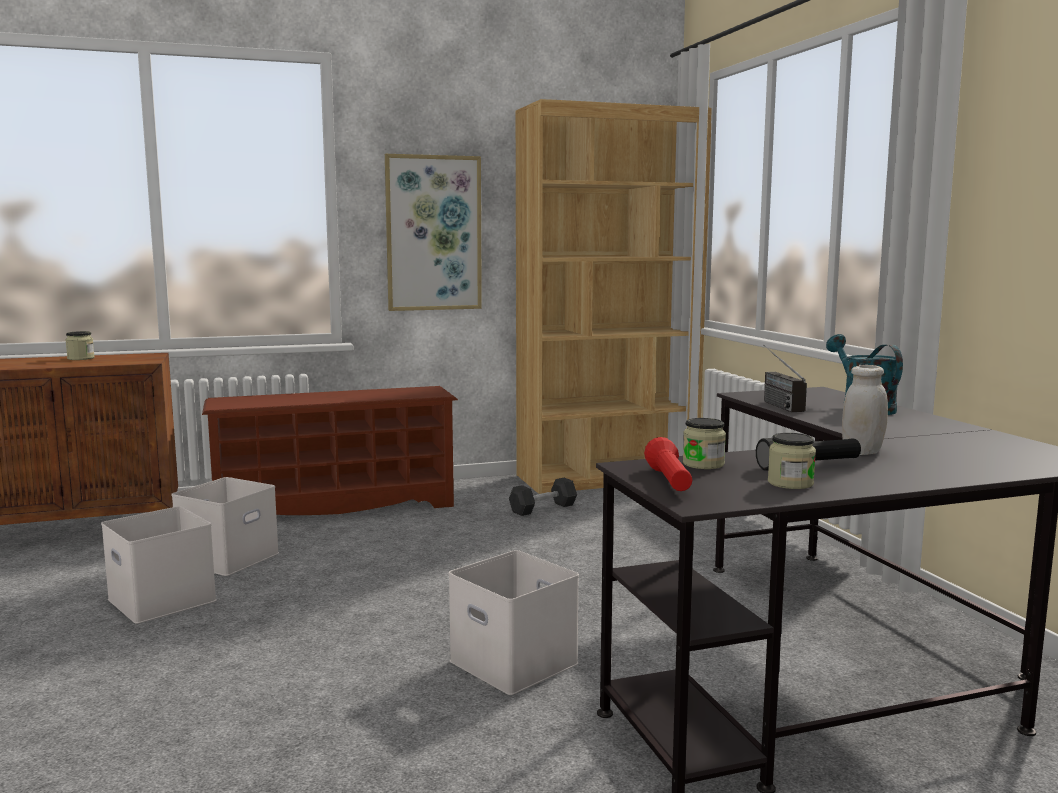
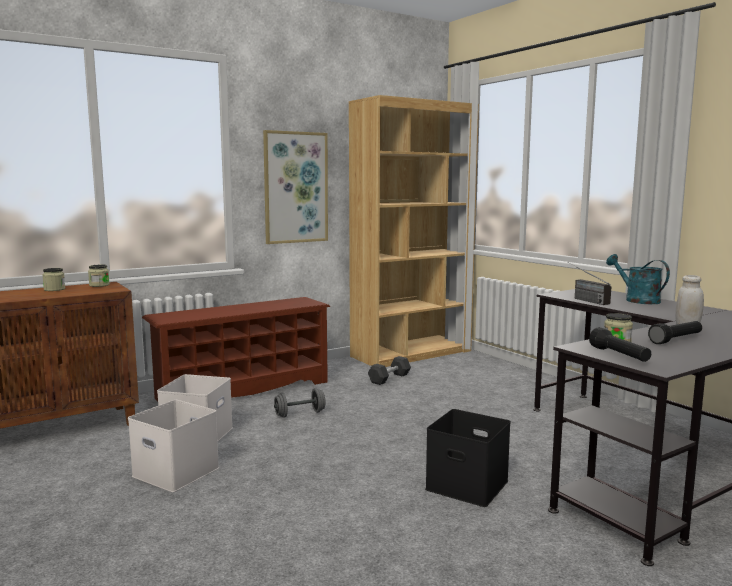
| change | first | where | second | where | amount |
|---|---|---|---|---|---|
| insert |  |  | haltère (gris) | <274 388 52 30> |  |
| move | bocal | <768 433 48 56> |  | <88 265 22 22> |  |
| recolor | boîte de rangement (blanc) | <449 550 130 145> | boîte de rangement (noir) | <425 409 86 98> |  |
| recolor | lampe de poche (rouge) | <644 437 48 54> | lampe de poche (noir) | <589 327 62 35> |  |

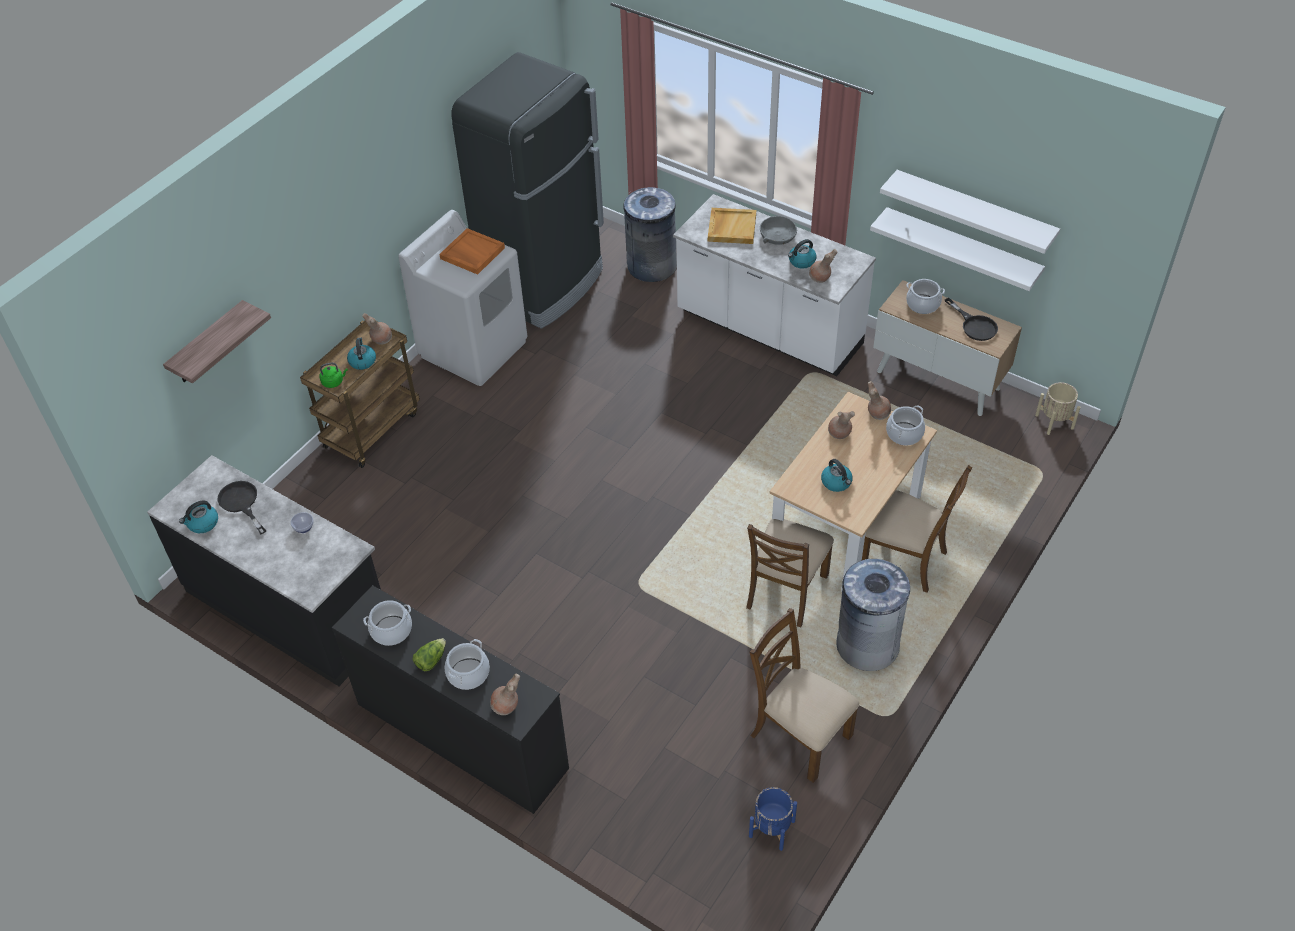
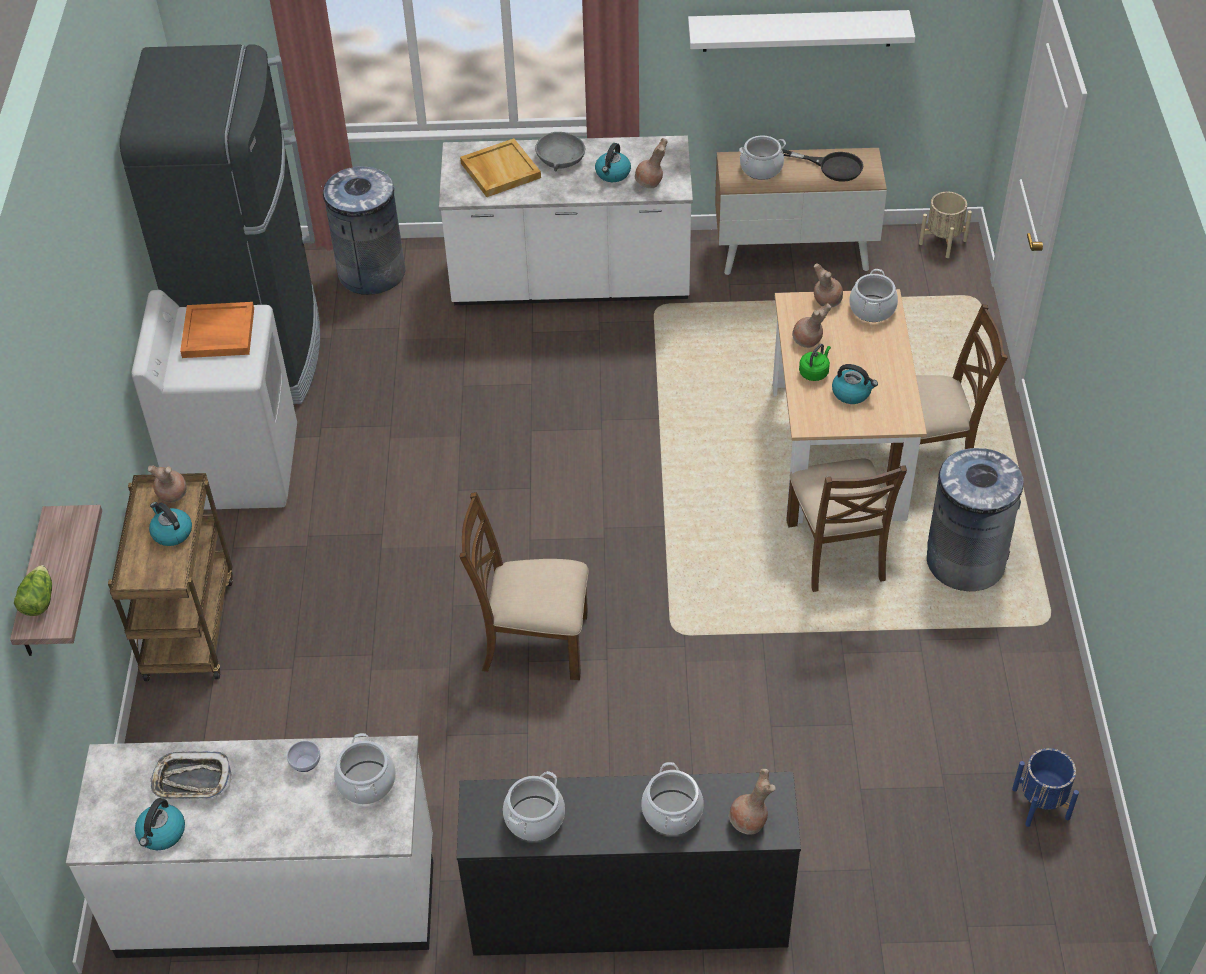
| change | first | where | second | where | amount |
|---|---|---|---|---|---|
| delete | étagère (blanc) | <870 207 175 84> |  |  |  |
| insert |  |  | marmite | <334 733 62 71> |  |
| move | bouilloire (vert) | <319 362 29 26> |  | <799 344 32 37> |  |
| move | laitue | <412 638 34 33> |  | <14 565 38 51> |  |
| move | chaise (marron) | <750 608 109 175> |  | <459 492 129 188> |  |
| replace | poêle (noir) | <217 481 49 53> | plateau | <150 751 82 48> |  |
| recolor | comptoir de cuisine (noir) | <147 455 234 231> | comptoir de cuisine (blanc) | <66 736 367 222> |  |

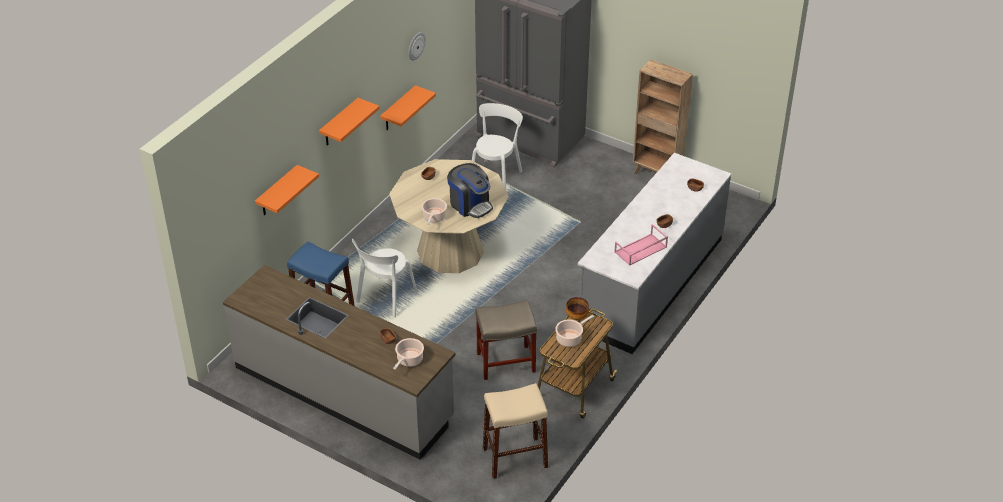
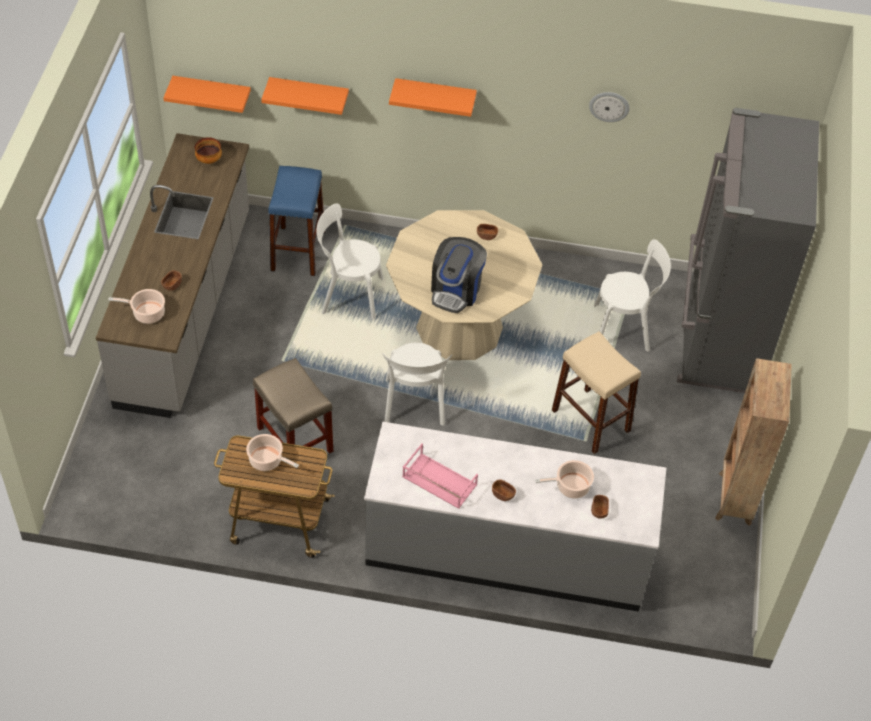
| change | first | where | second | where | amount |
|---|---|---|---|---|---|
| insert |  |  | chaise (blanc) | <382 343 70 83> |  |
| move | étagère (orange) | <380 85 56 45> |  | <163 76 88 37> |  |
| move | marmite | <422 198 25 26> |  | <535 460 59 39> |  |
| move | tabouret (beige) | <483 383 65 96> |  | <552 331 89 123> |  |
| move | bol | <566 297 23 23> |  | <195 137 27 27> |  |

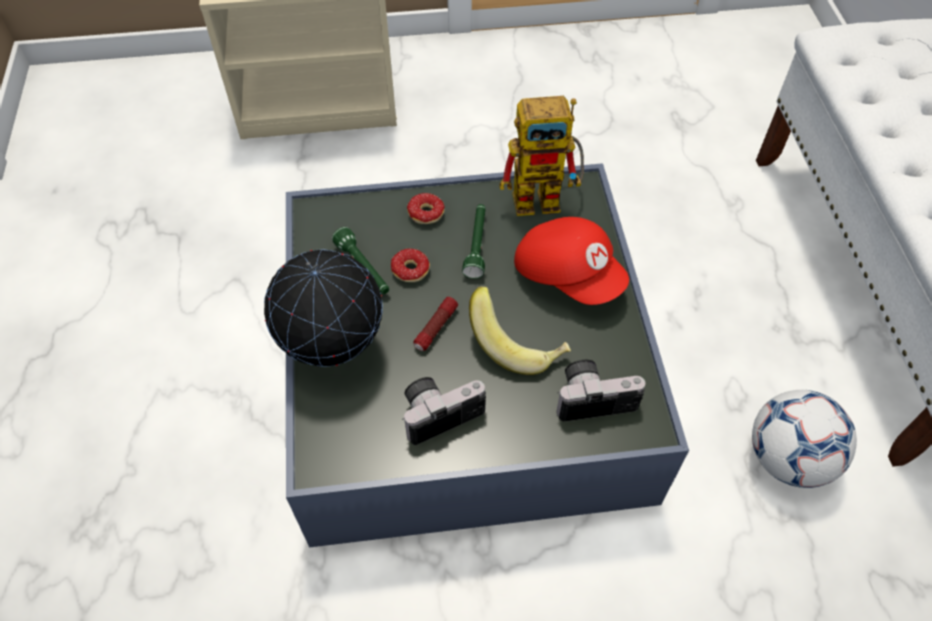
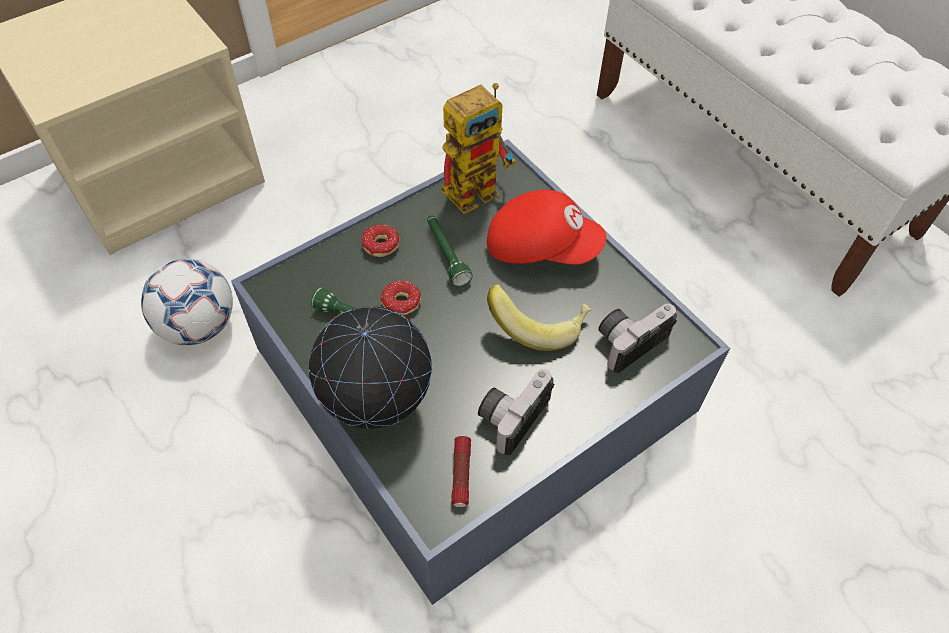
| change | first | where | second | where | amount |
|---|---|---|---|---|---|
| move | lampe de poche | <413 297 45 54> |  | <451 436 20 71> |  |
| move | ballon de foot | <752 390 105 98> |  | <141 259 92 86> |  |

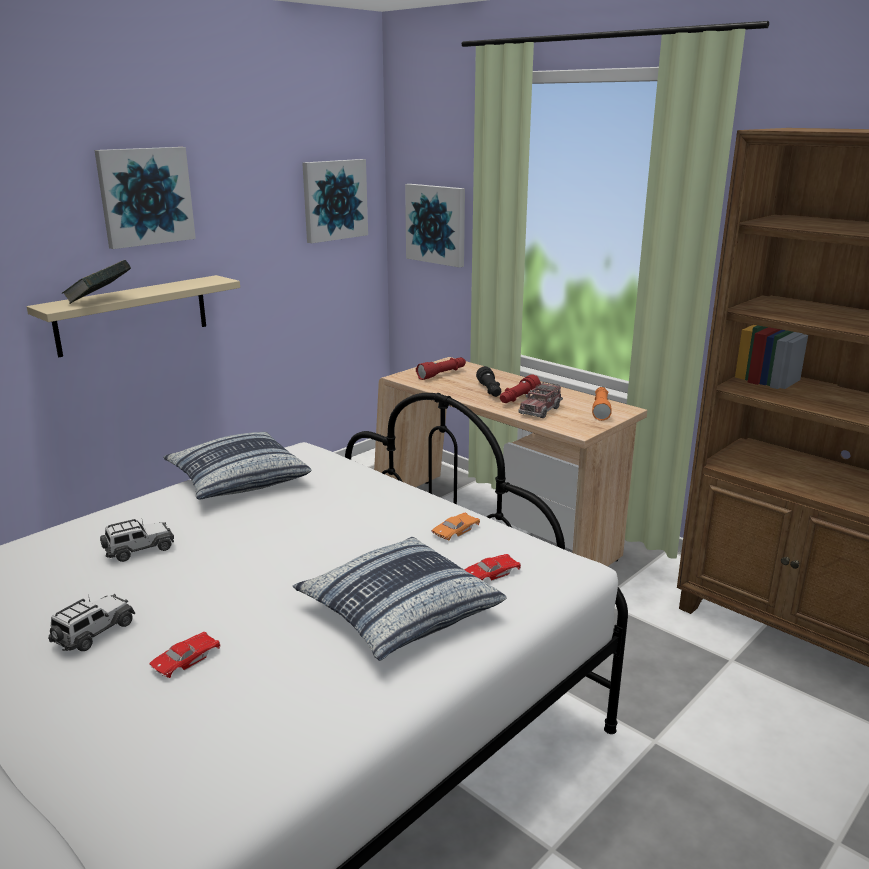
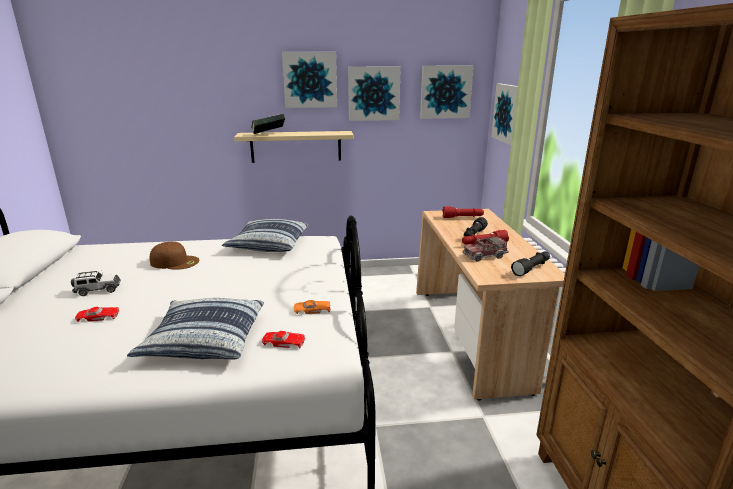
| change | first | where | second | where | amount |
|---|---|---|---|---|---|
| insert |  |  | tableau | <348 67 53 54> |  |
| replace | petite voiture | <100 519 74 43> | casquette (marron) | <150 242 49 28> |  |
| recolor | lampe de poche (orange) | <592 387 20 34> | lampe de poche (noir) | <511 251 39 25> |  |

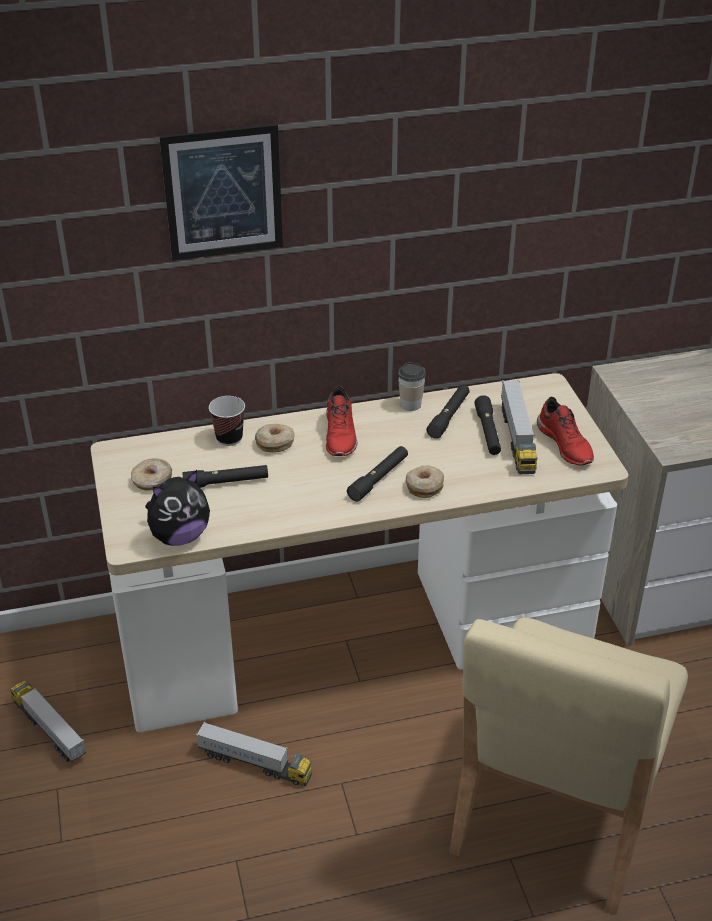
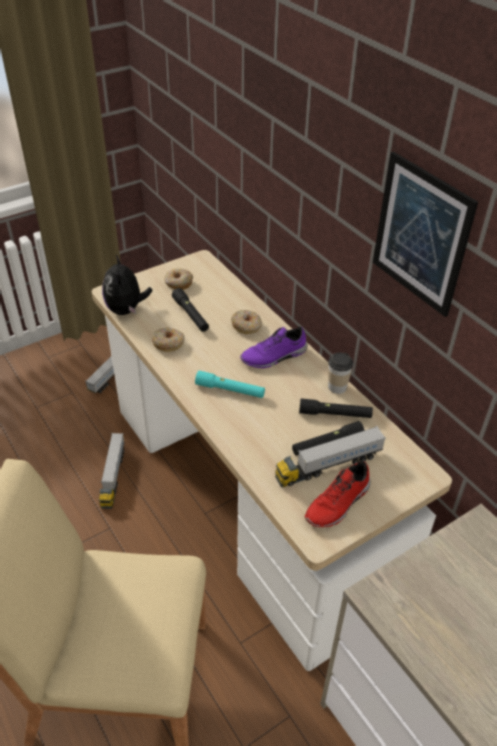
| change | first | where | second | where | amount |
|---|---|---|---|---|---|
| delete | tasse | <209 396 36 50> |  |  |  |
| move | tableau | <159 124 124 136> |  | <373 151 105 166> |  |
| move | beignet | <406 466 38 32> |  | <152 327 33 25> |  |
| recolor | chaussure (rouge) | <326 386 31 70> | chaussure (violet) | <240 327 68 41> |  |
| recolor | lampe de poche (noir) | <347 446 61 56> | lampe de poche (turquoise) | <195 371 70 27> |  |
| rotate | peluche | <145 470 65 76> |  | <102 255 50 60> | 45 degrees clockwise |

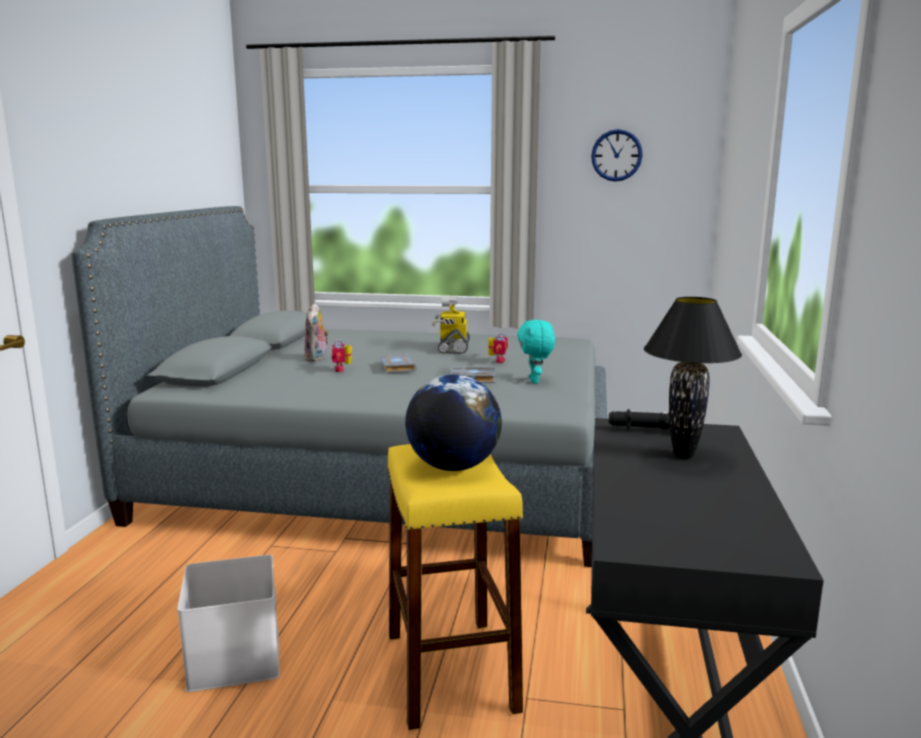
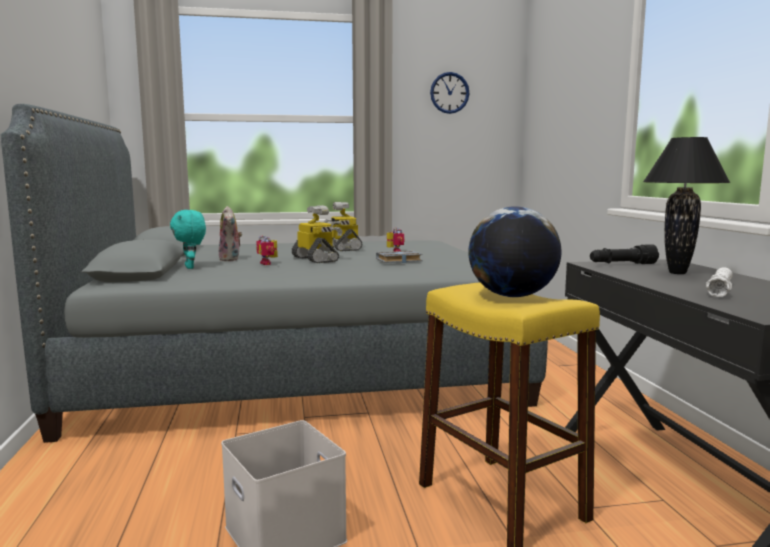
| change | first | where | second | where | amount |
|---|---|---|---|---|---|
| insert |  |  | lampe de poche (blanc) | <706 267 27 30> |  |
| move | peluche (turquoise) | <517 320 38 64> |  | <170 210 36 59> |  |
| replace | livre (gris) | <379 354 38 19> | robot jouet | <292 205 51 58> |  |

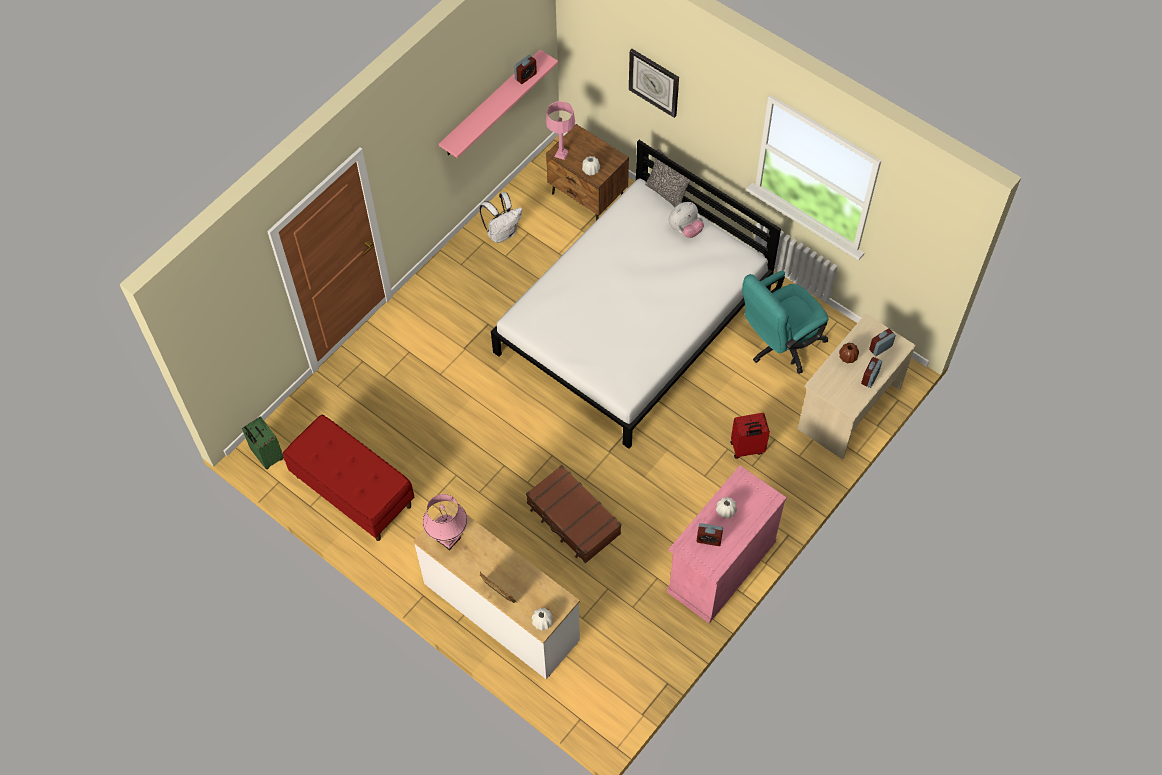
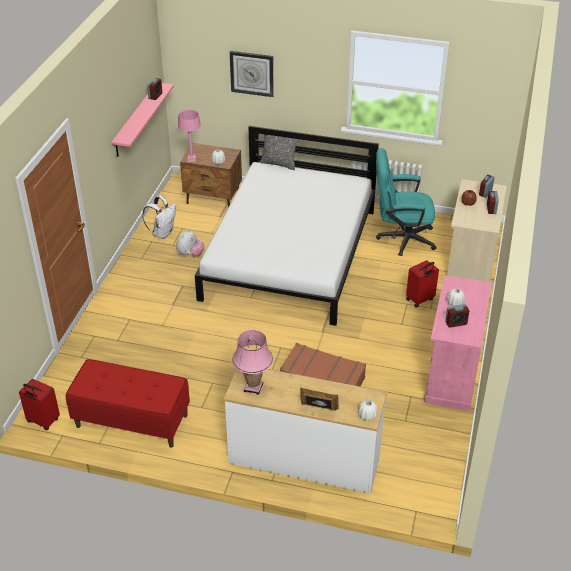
| change | first | where | second | where | amount |
|---|---|---|---|---|---|
| move | peluche | <668 202 36 36> |  | <176 229 28 28> |  |
| recolor | valise (vert) | <242 417 42 52> | valise (rouge) | <19 379 41 51> |  |
| rotate | chaise de bureau (turquoise) | <742 271 86 103> |  | <376 148 60 108> | 60 degrees clockwise |

